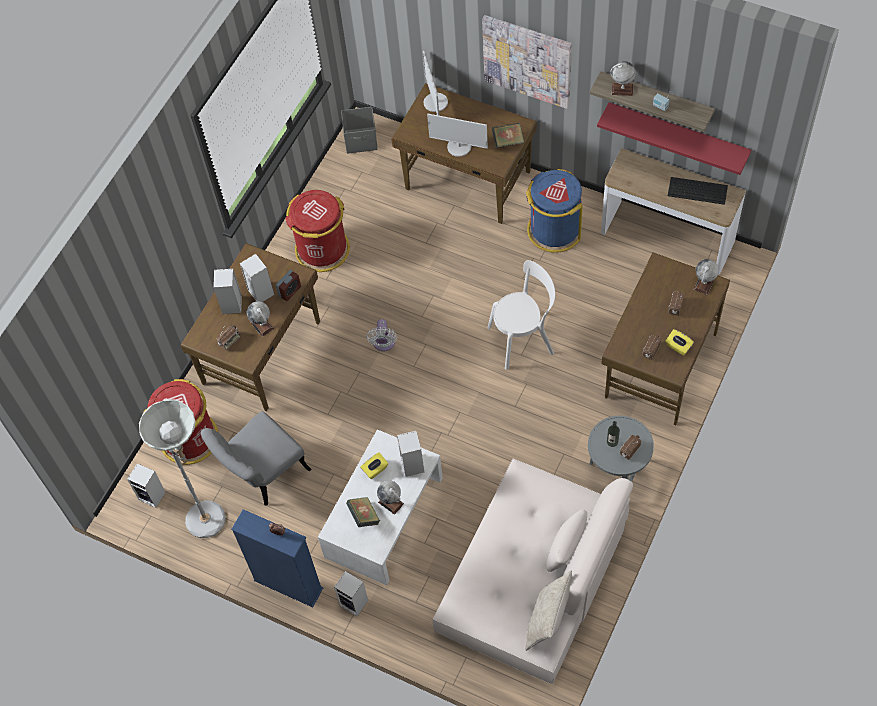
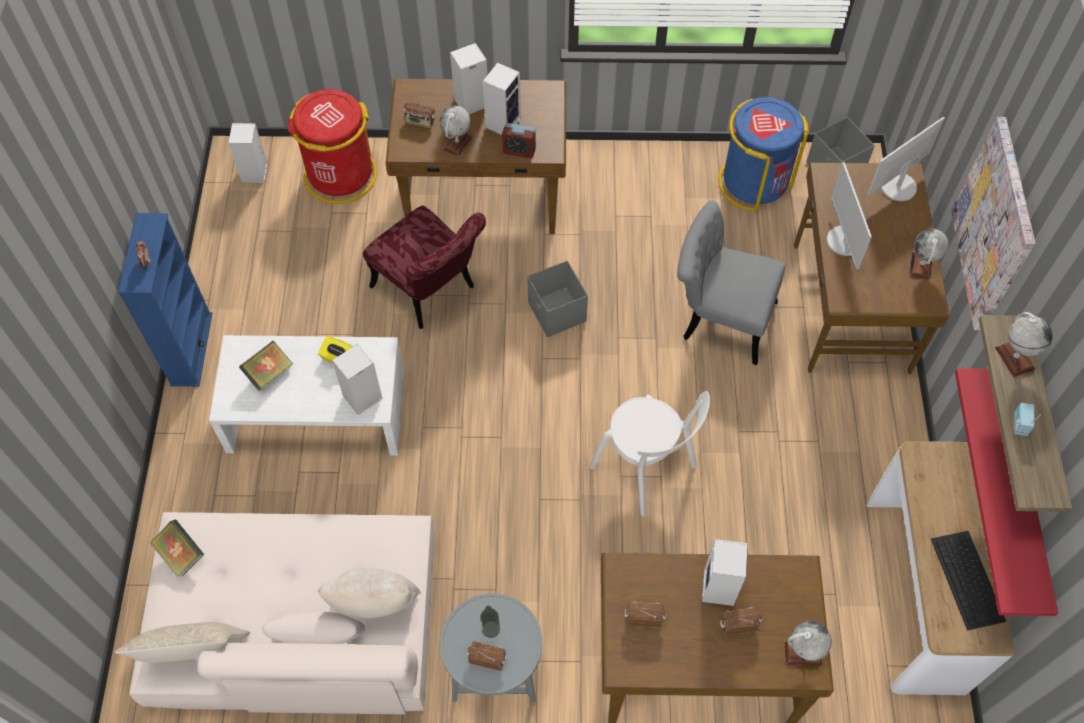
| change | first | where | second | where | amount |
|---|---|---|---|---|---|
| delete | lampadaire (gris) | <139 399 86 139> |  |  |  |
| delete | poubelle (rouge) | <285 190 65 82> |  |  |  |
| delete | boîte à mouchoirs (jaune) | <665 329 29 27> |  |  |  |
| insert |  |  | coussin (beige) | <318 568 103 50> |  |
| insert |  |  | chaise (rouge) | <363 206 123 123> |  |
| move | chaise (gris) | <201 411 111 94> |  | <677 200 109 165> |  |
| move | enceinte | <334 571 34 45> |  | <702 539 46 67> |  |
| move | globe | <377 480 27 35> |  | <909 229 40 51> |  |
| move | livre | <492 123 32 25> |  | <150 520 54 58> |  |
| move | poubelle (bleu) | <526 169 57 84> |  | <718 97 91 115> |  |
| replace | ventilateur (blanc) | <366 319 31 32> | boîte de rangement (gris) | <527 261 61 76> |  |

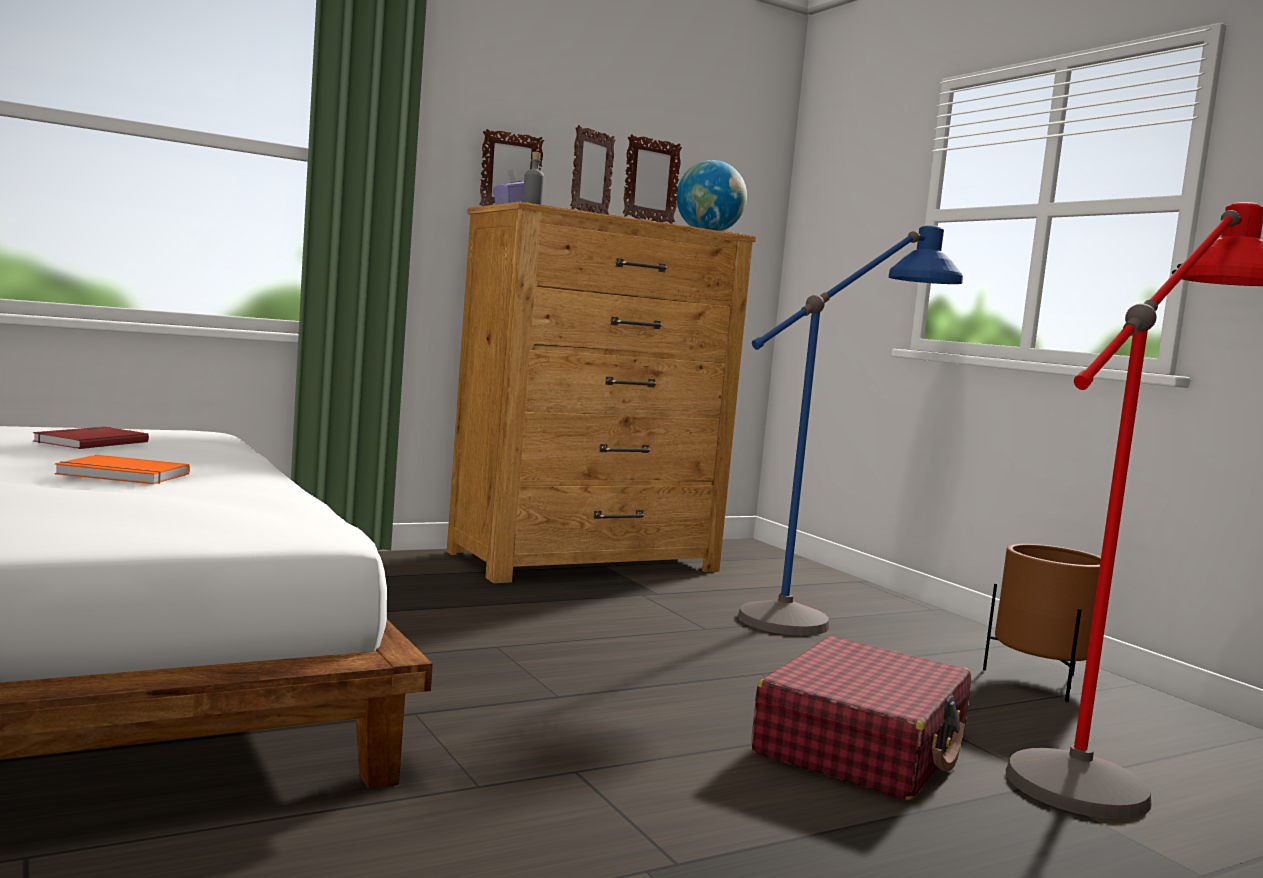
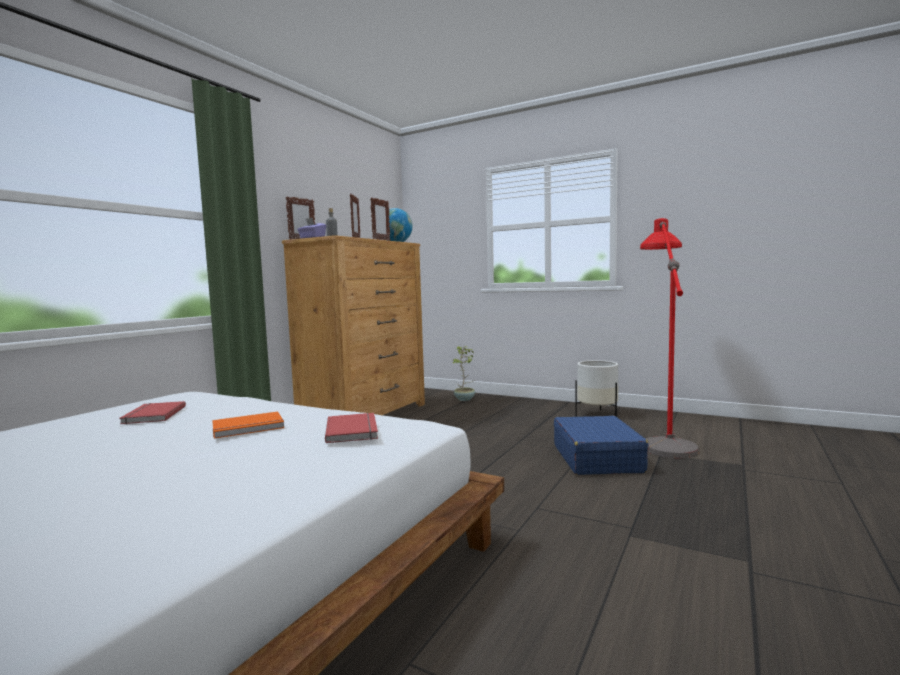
| change | first | where | second | where | amount |
|---|---|---|---|---|---|
| delete | lampadaire (bleu) | <738 225 225 411> |  |  |  |
| insert |  |  | livre (rouge) | <325 413 53 30> |  |
| insert |  |  | plante en pot | <452 346 23 55> |  |
| recolor | valise (rouge) | <752 636 219 164> | valise (bleu) | <554 416 95 59> |  |
| recolor | cache-pot (marron) | <983 544 118 158> | cache-pot (blanc) | <575 360 43 57> |  |

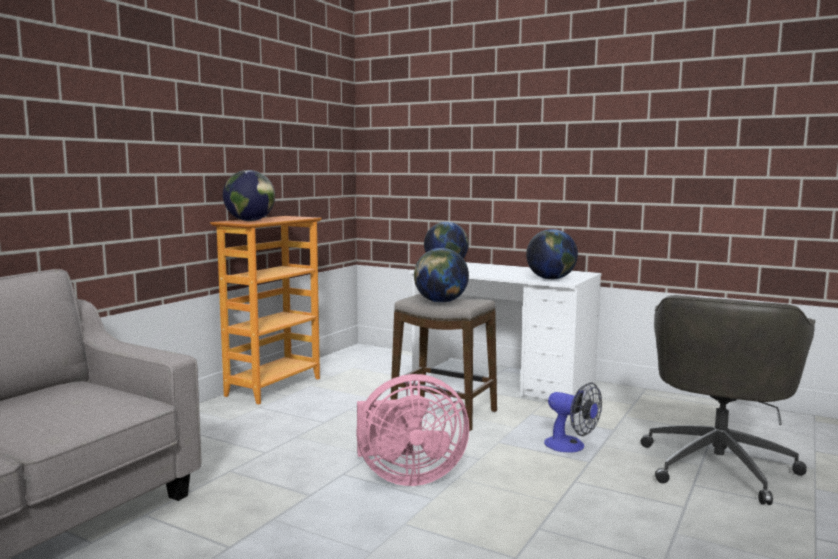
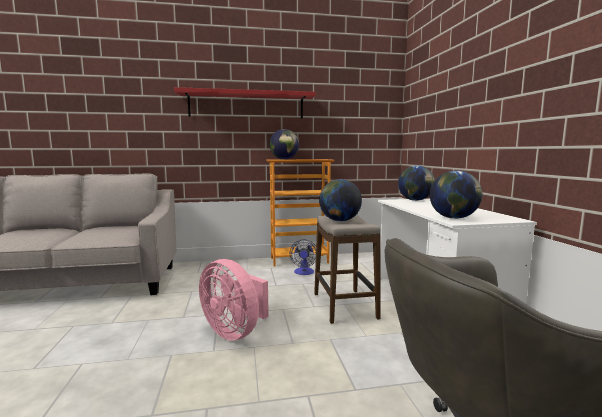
| change | first | where | second | where | amount |
|---|---|---|---|---|---|
| insert |  |  | étagère (rouge) | <174 87 142 32> |  |
| move | ventilateur | <544 383 58 70> |  | <290 240 26 35> |  |

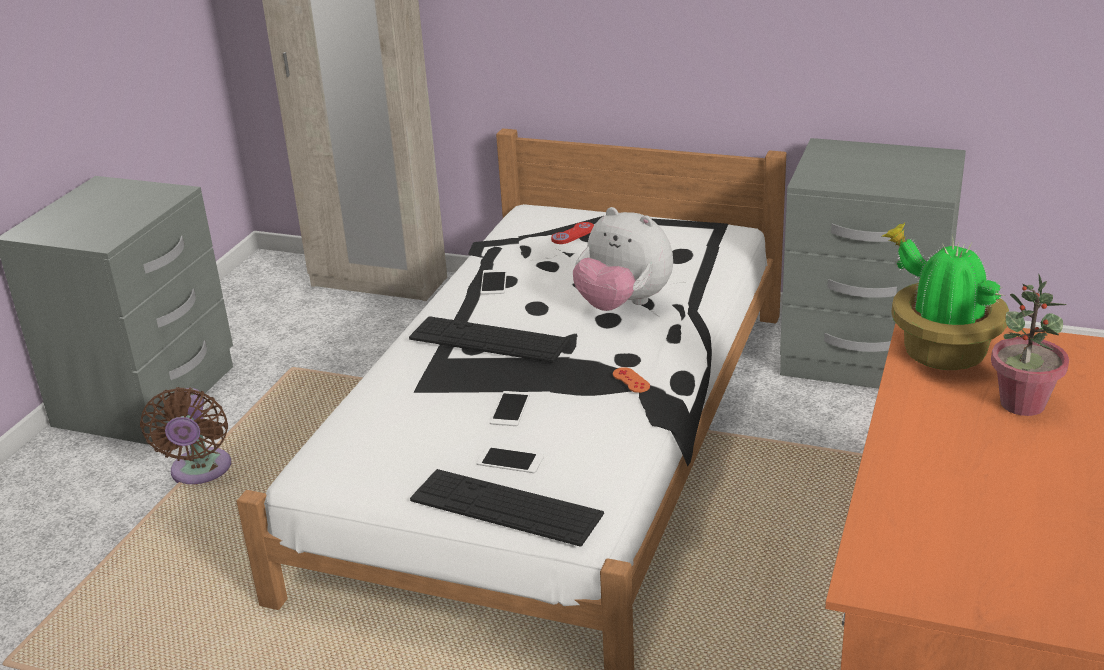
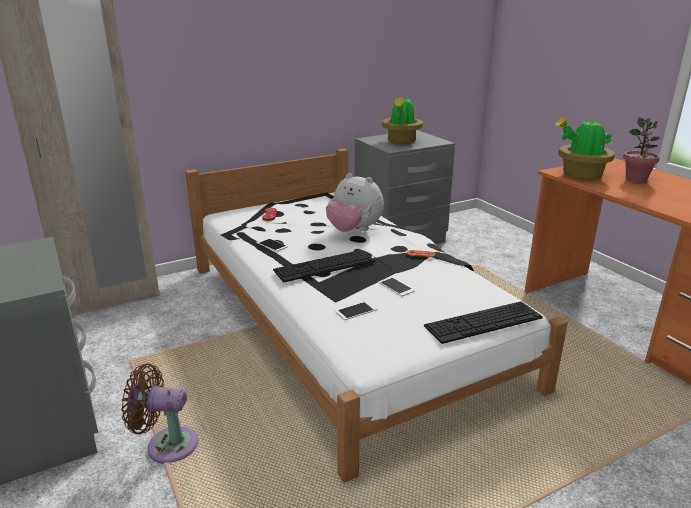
| change | first | where | second | where | amount |
|---|---|---|---|---|---|
| insert |  |  | plante en pot | <382 94 41 50> |  |
| move | téléphone | <477 447 67 26> |  | <335 301 43 19> |  |
| rotate | ventilateur (marron) | <140 387 91 97> |  | <121 363 77 101> | 150 degrees clockwise |
| rotate | peluche | <573 207 100 104> |  | <326 173 58 59> | 45 degrees clockwise |

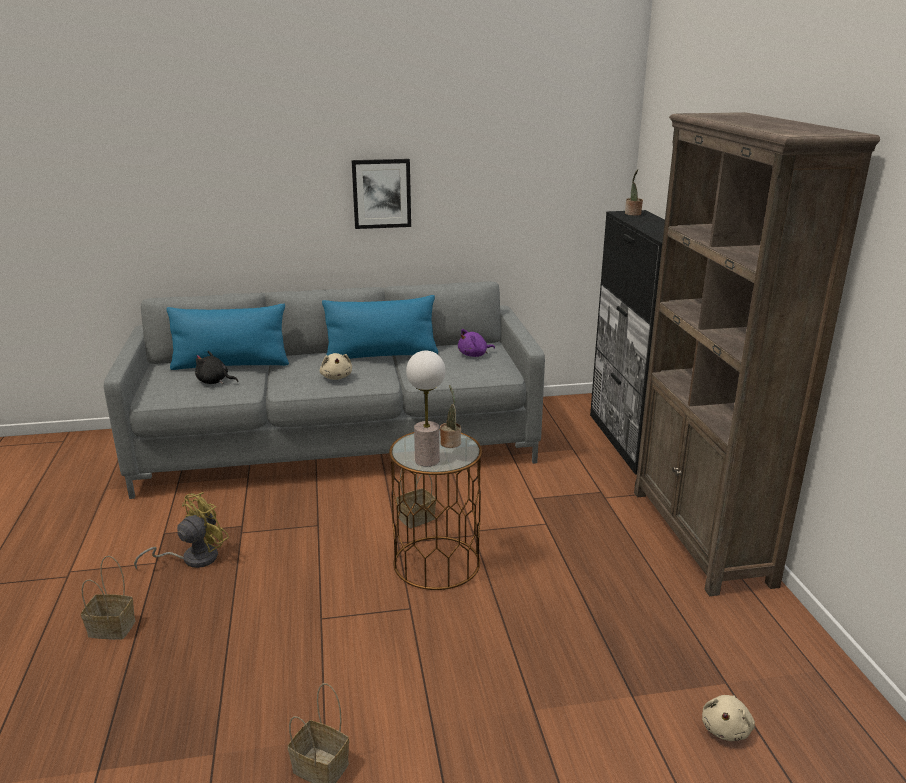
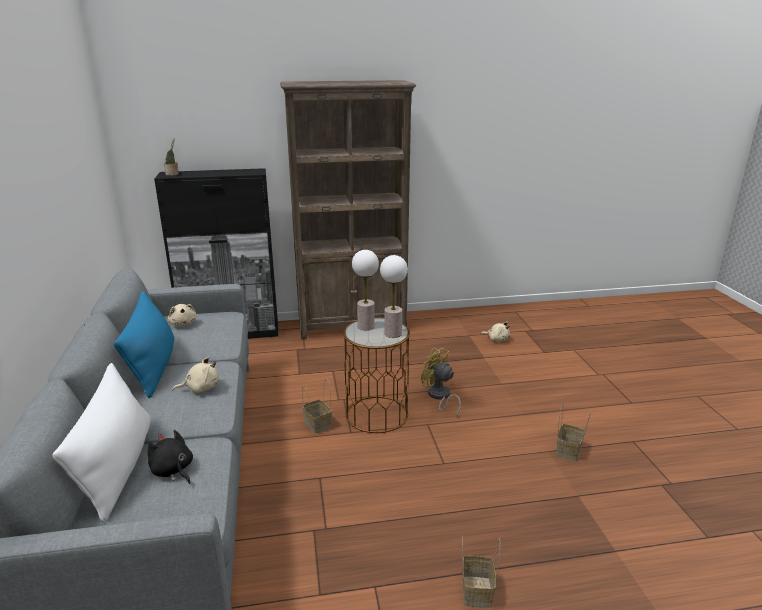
| change | first | where | second | where | amount |
|---|---|---|---|---|---|
| delete | tableau | <351 159 60 70> |  |  |  |
| move | ventilateur (jaune) | <134 492 95 77> |  | <421 348 40 69> |  |
| replace | plante en pot | <440 385 21 63> | lampe de table | <352 250 27 80> |  |
| recolor | coussin (bleu) | <166 304 123 66> | coussin (blanc) | <52 363 99 159> |  |
| recolor | peluche (violet) | <458 329 37 28> | peluche (beige) | <168 304 29 23> |  |
| rotate | peluche (noir) | <195 351 44 33> |  | <147 430 46 54> | 120 degrees clockwise |

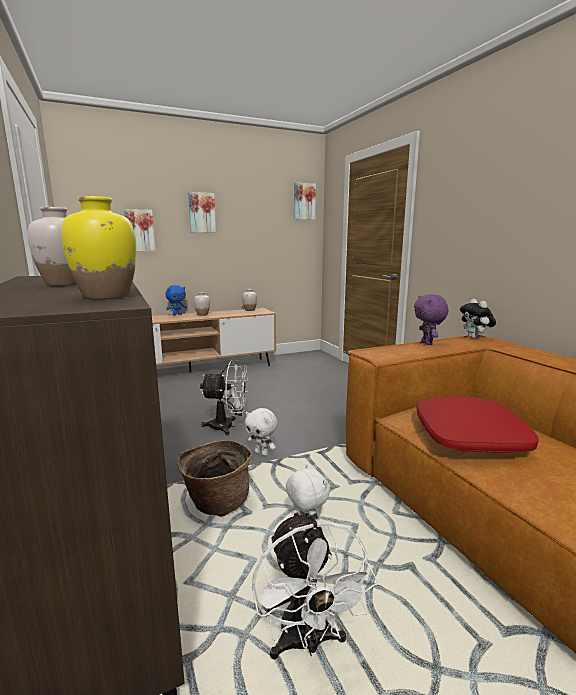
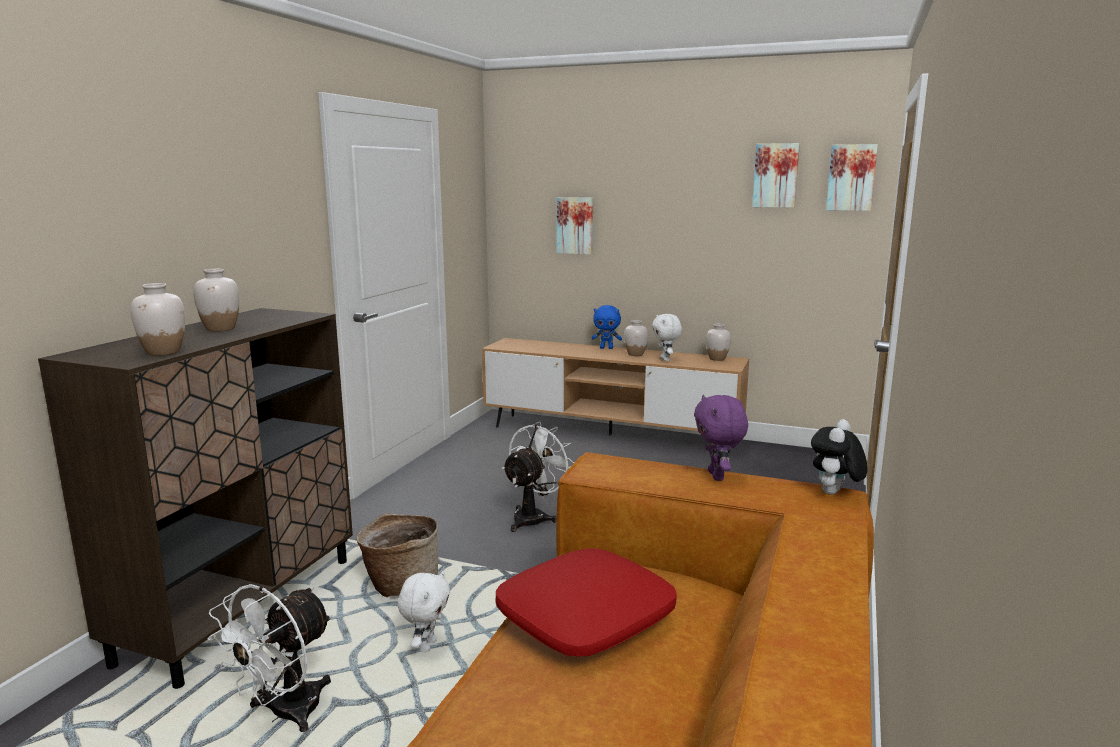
| change | first | where | second | where | amount |
|---|---|---|---|---|---|
| move | tableau | <188 192 28 41> |  | <752 143 48 65> |  |
| move | peluche (blanc) | <245 408 33 48> |  | <652 314 30 47> |  |
| recolor | vase (jaune) | <61 196 75 104> | vase (blanc) | <130 283 55 73> |  |
| rotate | ventilateur (blanc) | <200 360 48 75> |  | <502 422 73 110> | 105 degrees counterclockwise |
| rotate | peluche (violet) | <414 294 34 51> |  | <694 394 54 87> | 45 degrees counterclockwise |

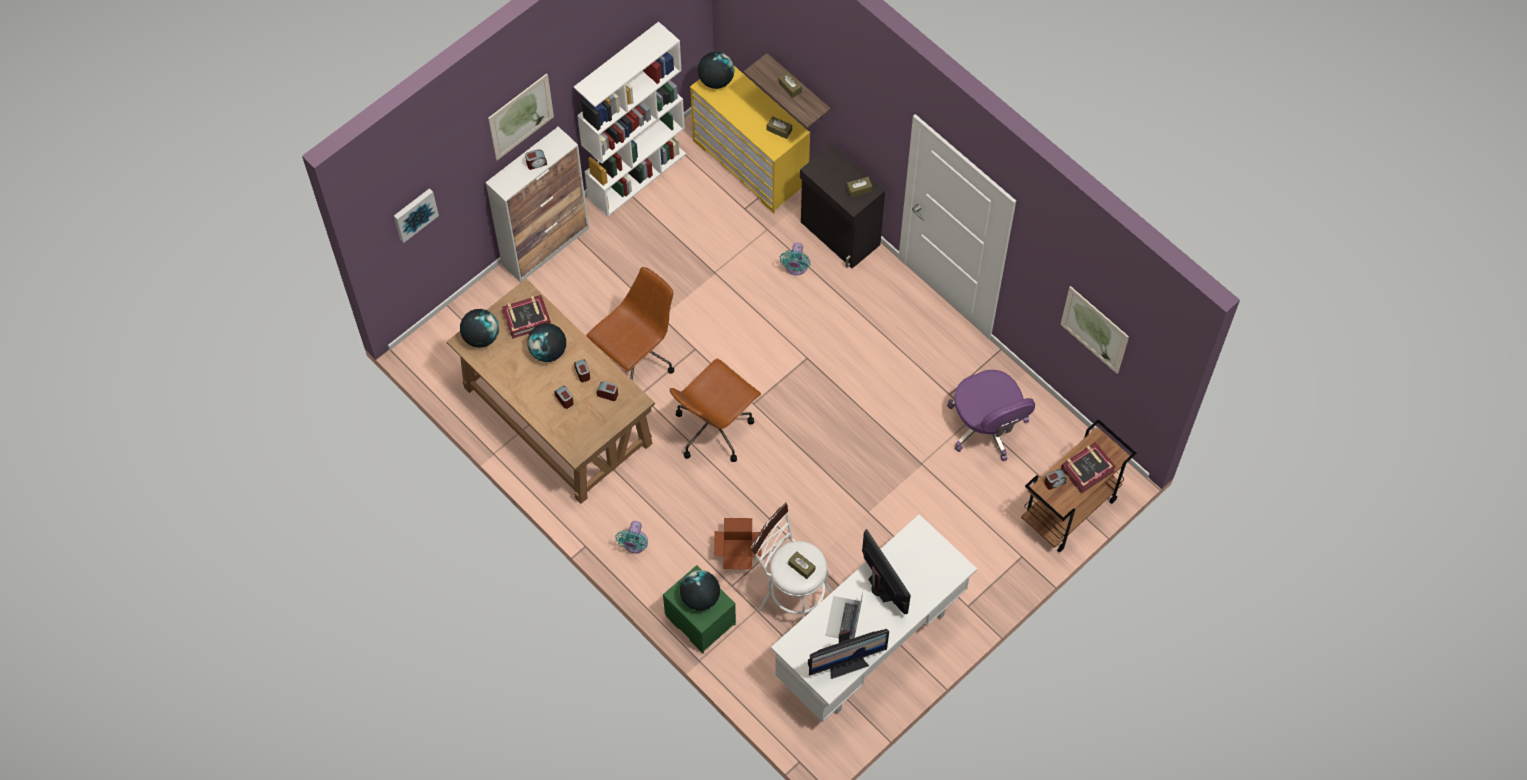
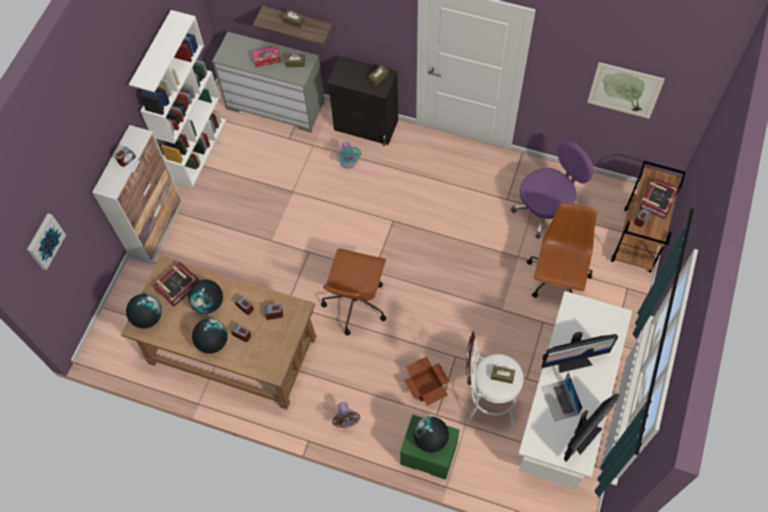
| change | first | where | second | where | amount |
|---|---|---|---|---|---|
| delete | tableau | <488 73 66 87> |  |  |  |
| insert |  |  | boîte à mouchoirs | <252 46 29 21> |  |
| move | chaise de bureau (marron) | <586 267 88 113> |  | <527 203 70 95> |  |
| move | globe | <698 52 37 37> |  | <192 318 36 36> |  |
| recolor | ventilateur (turquoise) | <615 521 33 32> | ventilateur (marron) | <332 402 28 26> |  |
| recolor | commode (jaune) | <690 66 120 147> | commode (gris) | <212 32 113 101> |  |
| rotate | écran d'ordinateur | <862 529 49 85> |  | <542 332 76 41> | 135 degrees clockwise |
| rotate | chaise de bureau (violet) | <947 370 89 91> |  | <511 141 83 98> | 75 degrees counterclockwise |

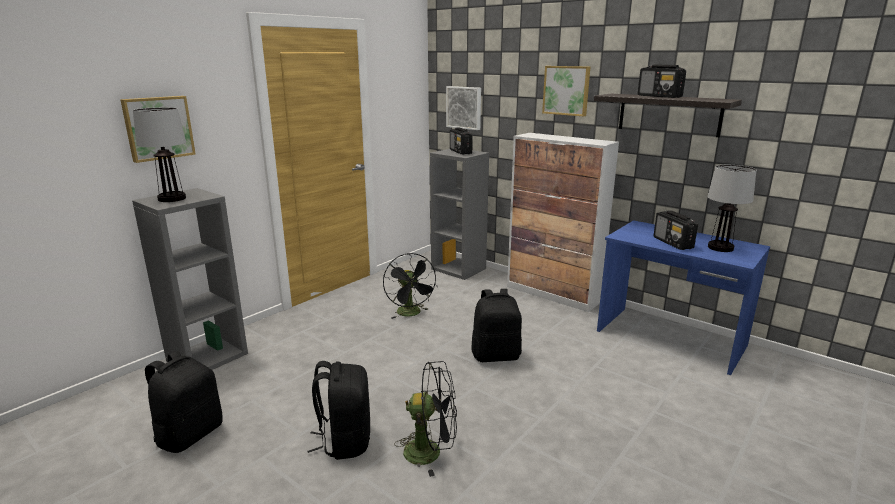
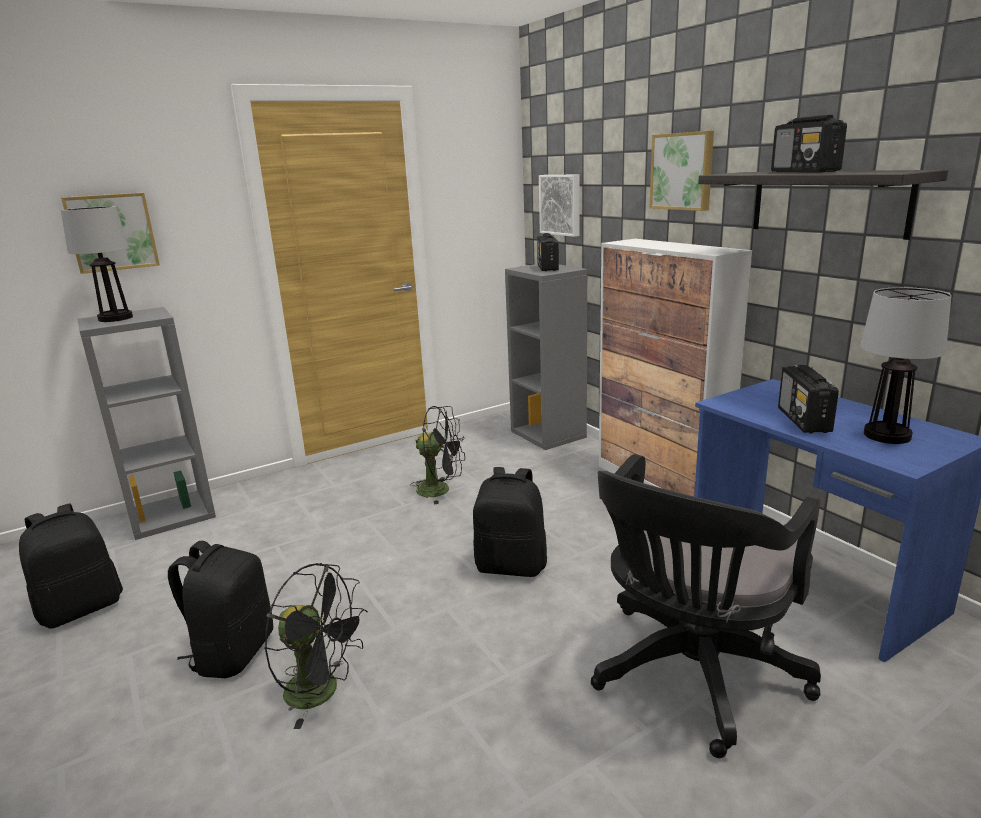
| change | first | where | second | where | amount |
|---|---|---|---|---|---|
| insert |  |  | chaise de bureau (noir) | <591 454 230 304> |  |
| rotate | ventilateur (noir) | <383 253 55 66> |  | <410 406 55 99> | 75 degrees counterclockwise |

